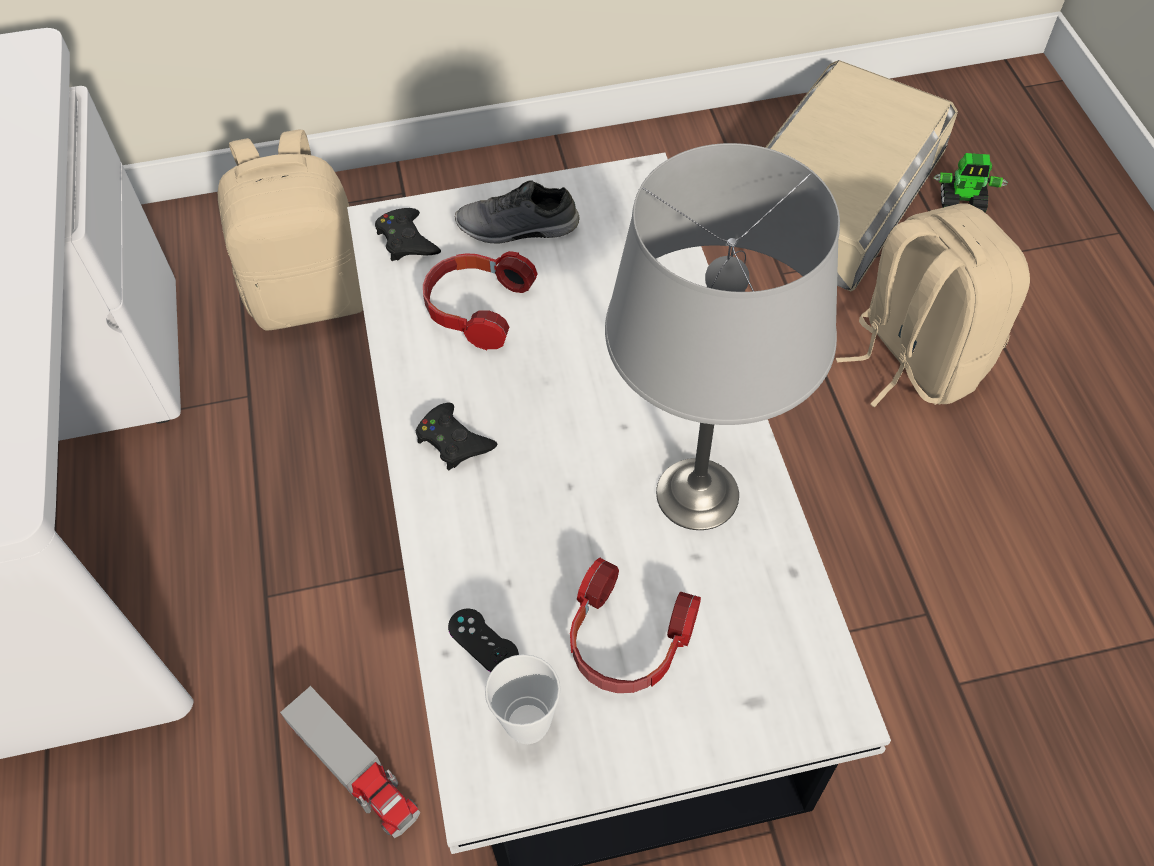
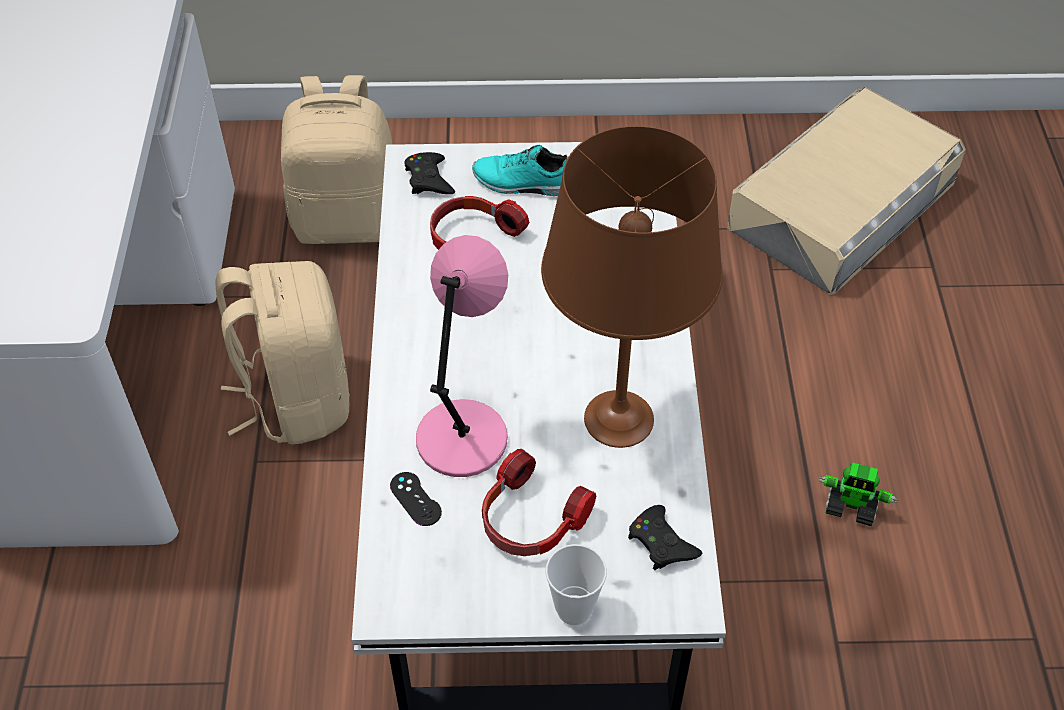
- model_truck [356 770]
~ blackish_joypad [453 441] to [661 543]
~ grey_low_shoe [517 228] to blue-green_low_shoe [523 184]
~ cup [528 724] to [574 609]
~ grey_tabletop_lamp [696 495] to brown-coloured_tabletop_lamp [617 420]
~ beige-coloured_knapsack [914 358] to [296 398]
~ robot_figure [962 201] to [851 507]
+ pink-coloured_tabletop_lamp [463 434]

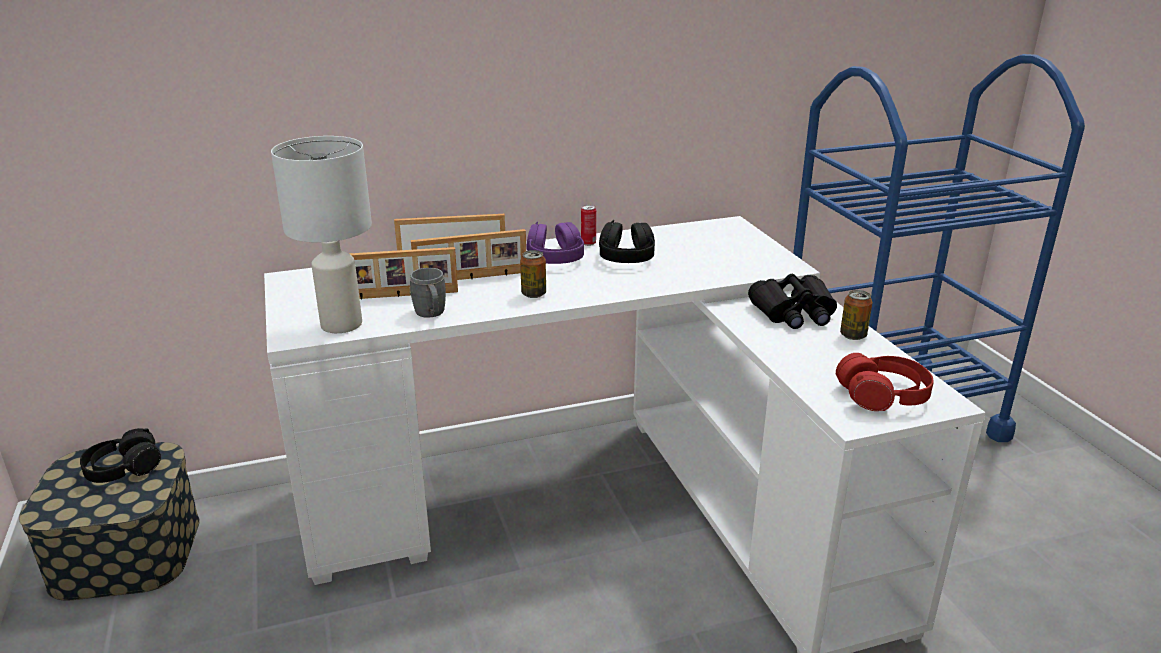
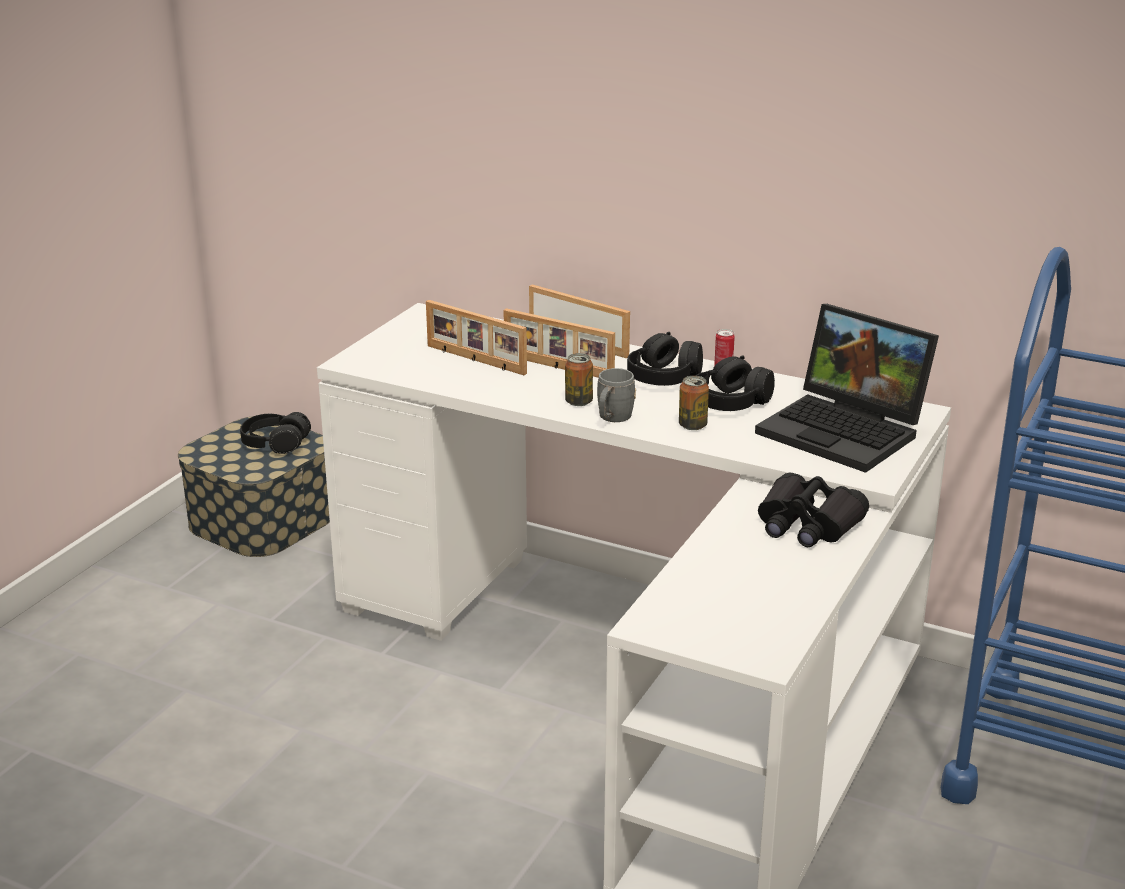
- white-coloured_tabletop_lamp [341 323]
~ grey_coffee_mug [431 314] to [612 419]
~ purplish_pair_of_headphones [555 257] to blackish_pair_of_headphones [664 377]
- reddish_pair_of_headphones [883 396]
~ can [853 335] to [692 425]
+ laptop [846 431]

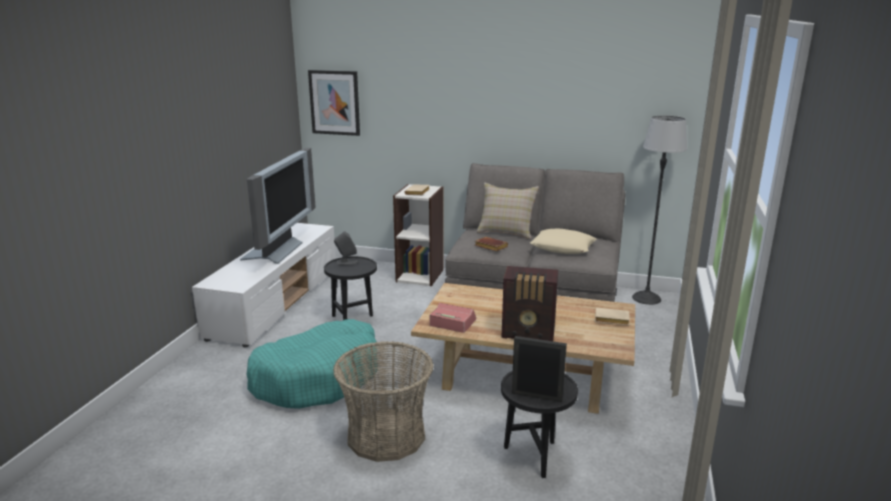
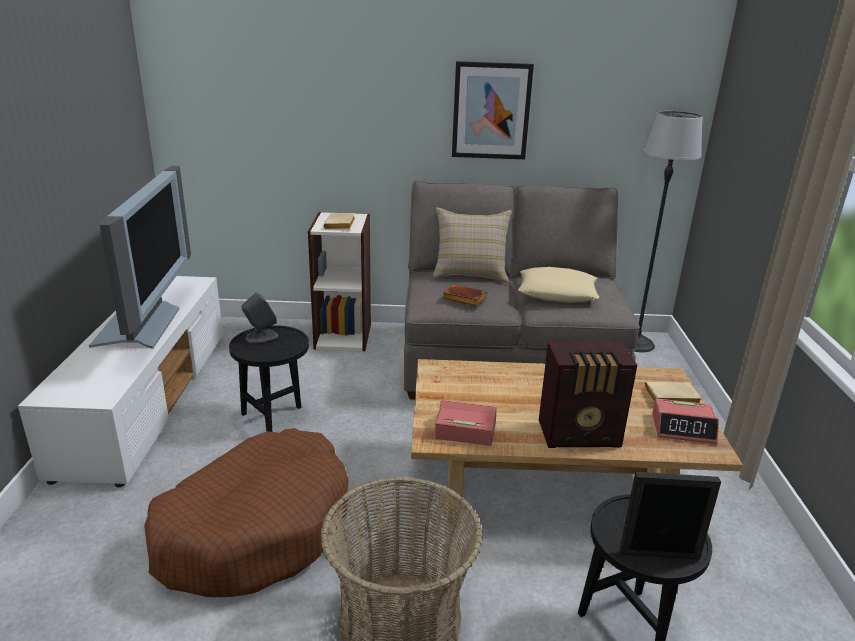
~ blue-green_pet_bed [318 377] to brown-coloured_pet_bed [255 528]
~ picture [334 102] to [491 111]
+ alarm_clock [683 428]

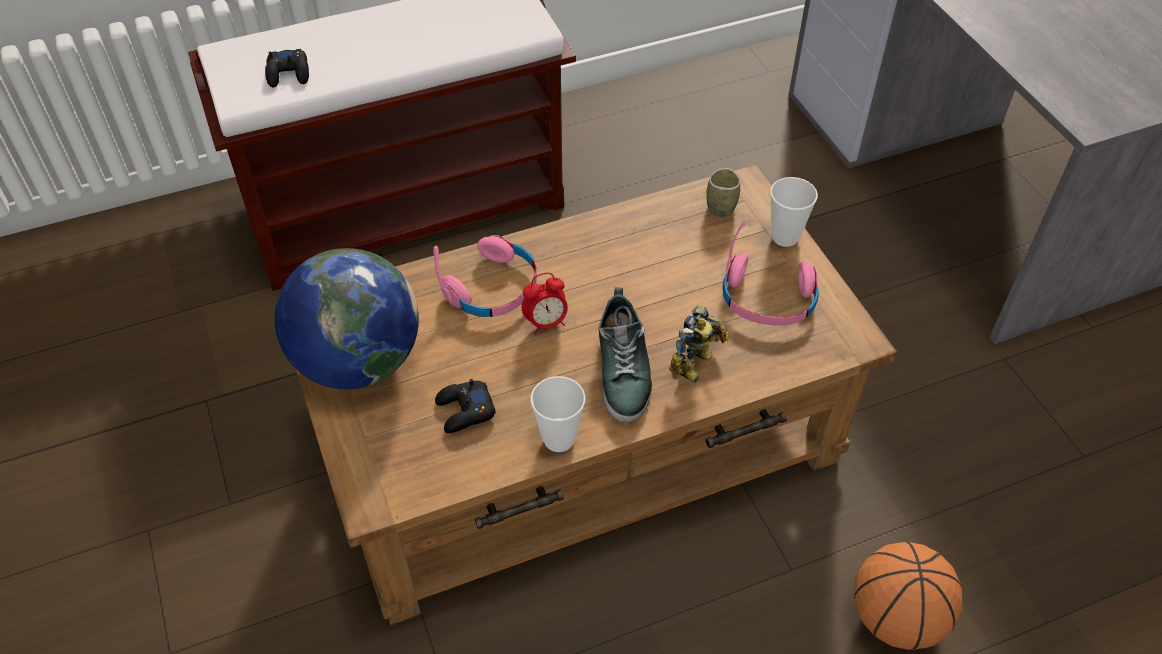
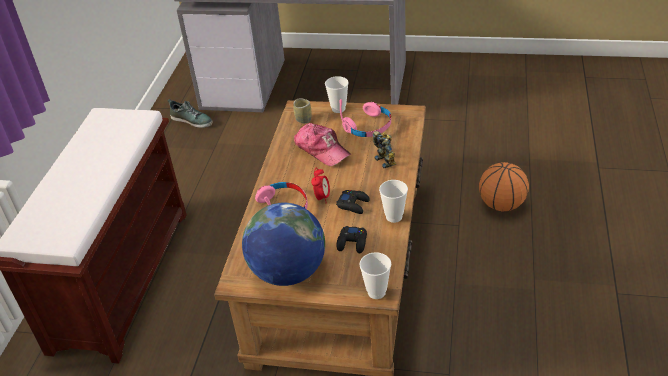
~ blackish_joypad [289 73] to [353 204]
~ low_shoe [624 371] to [192 120]
+ peaked_cap [322 149]
+ cup [376 292]

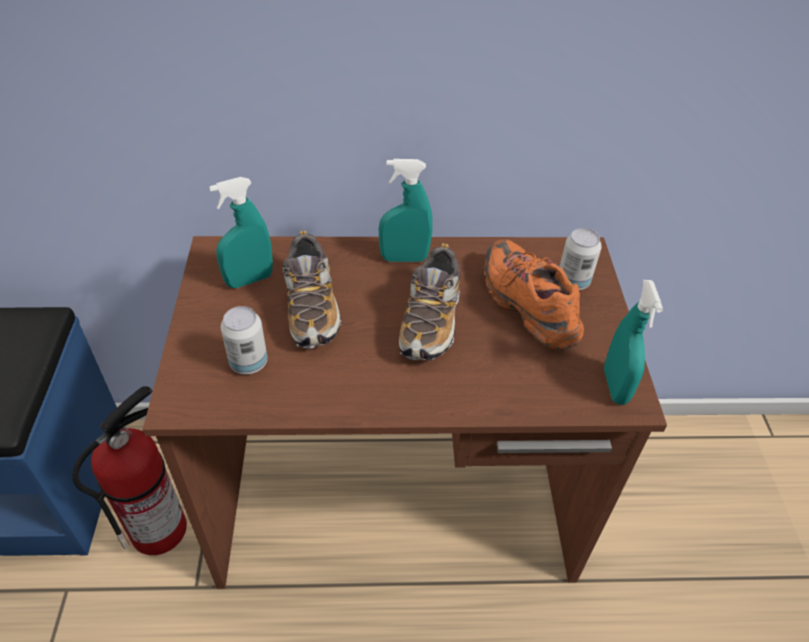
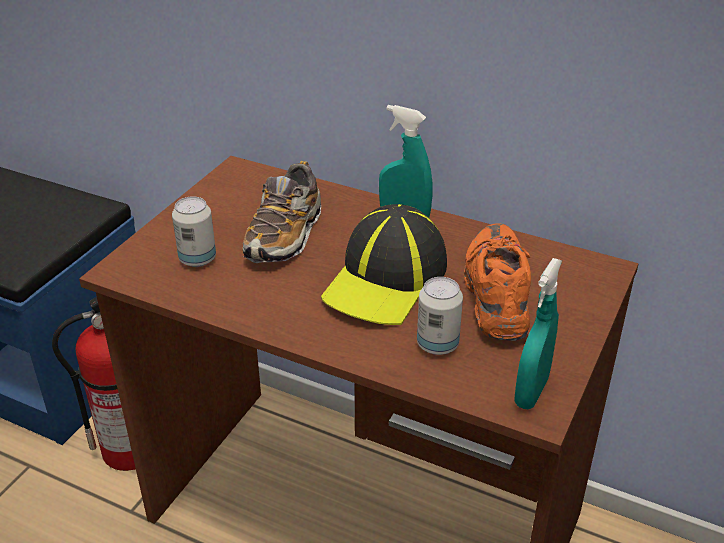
- blue-green_hand_sprayer [249 280]
~ low_shoe [431 321] to peaked_cap [386 278]
~ can [573 281] to [437 345]

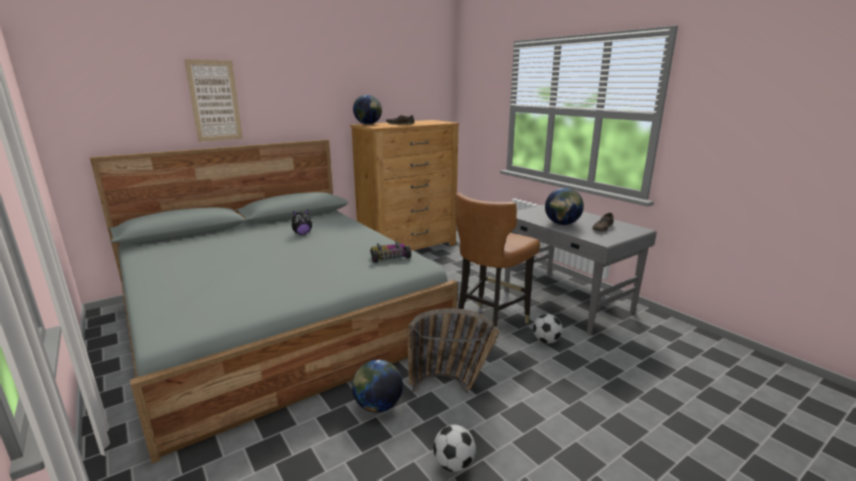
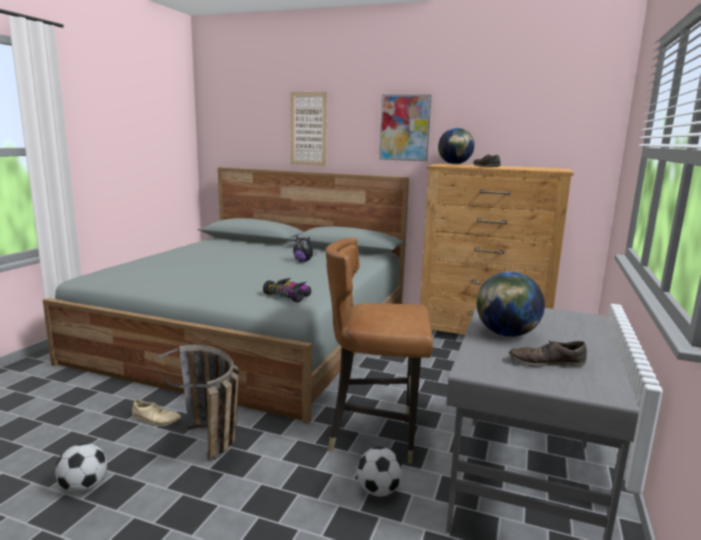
~ desk_globe [378 406] to beige-coloured_low_shoe [156 419]
+ picture [405 128]

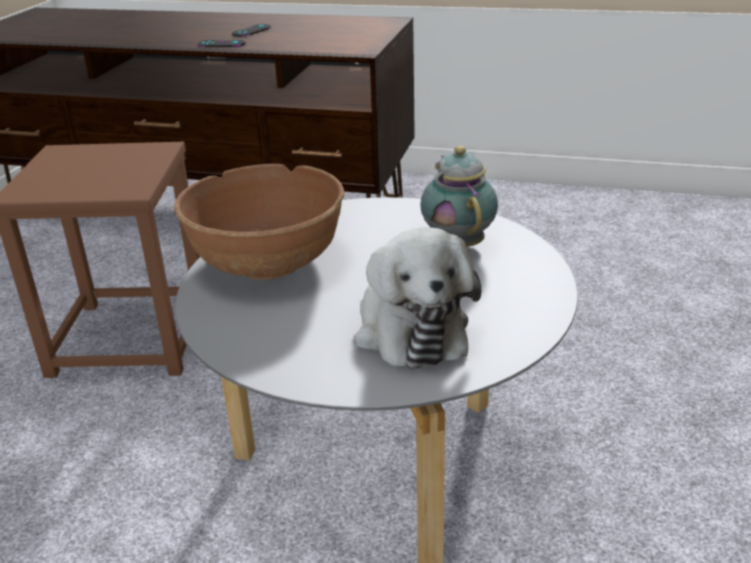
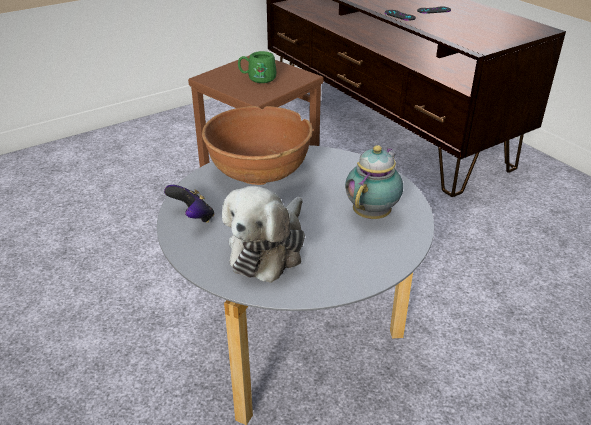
+ joypad [193 217]
+ green-coloured_coffee_mug [257 79]

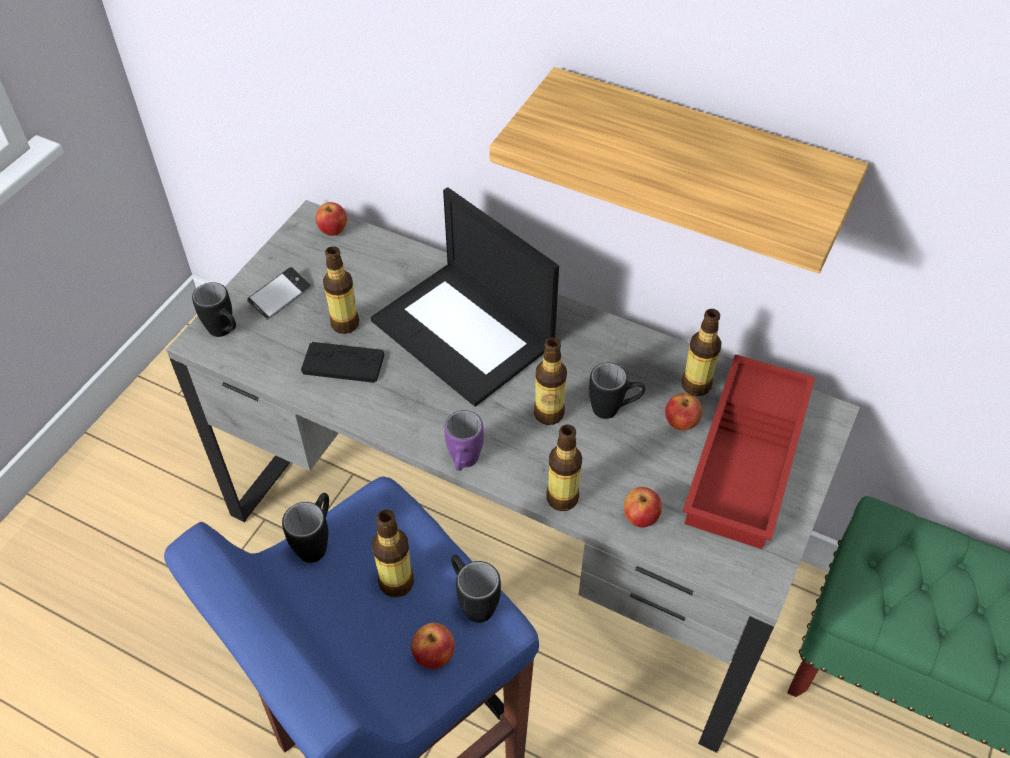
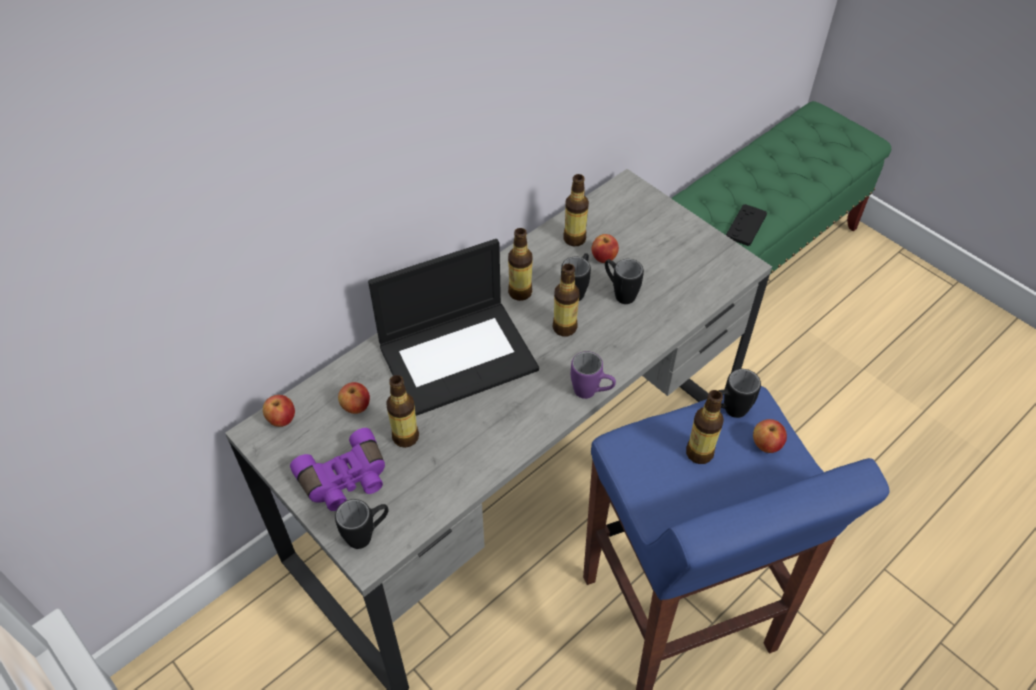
~ telephone [280 297] to purplish_pair_of_binoculars [345 480]
~ blackish_coffee_mug [317 541] to [619 293]
~ blackish_joypad [343 363] to [746 226]
- shelf [695 159]
~ drink_bottle [562 498] to [520 292]
~ apple_fruit [640 517] to [356 407]
- reddish_serving_tray [749 459]

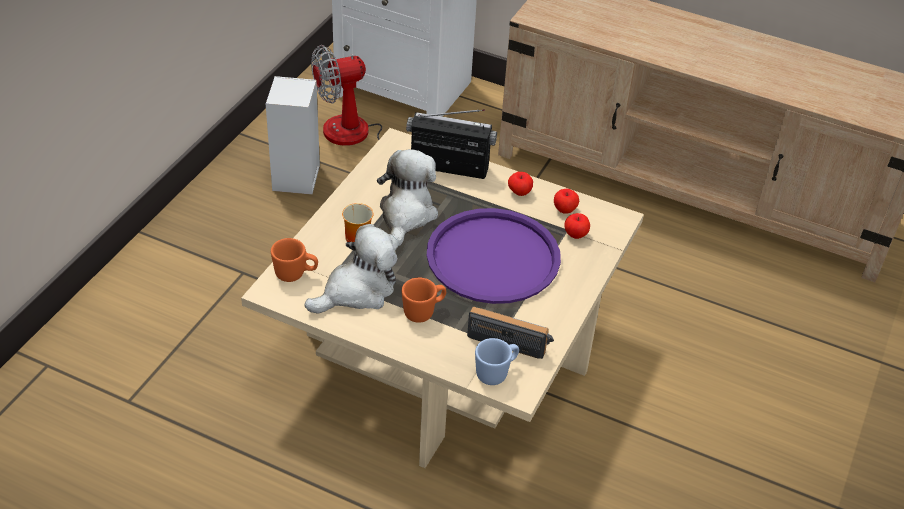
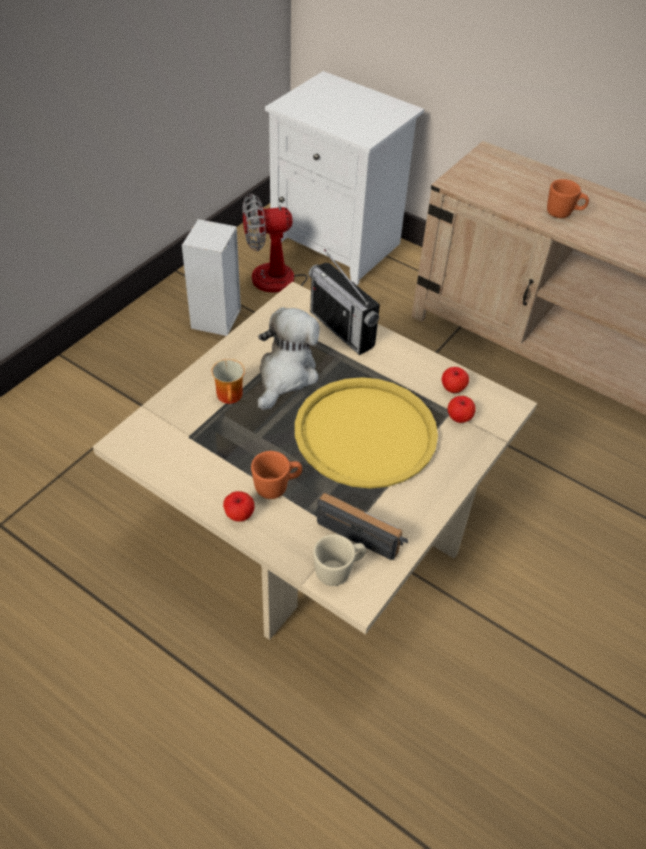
~ orange-coloured_coffee_mug [295 274] to [563 214]
- plush_toy [357 291]
~ radio [449 167] = [342 329] 150 degrees counterclockwise
~ purplish_serving_tray [493 257] to yellowish_serving_tray [365 433]
~ bluish_coffee_mug [496 373] to beige-coloured_coffee_mug [339 571]
~ apple_fruit [519 192] to [239 514]

